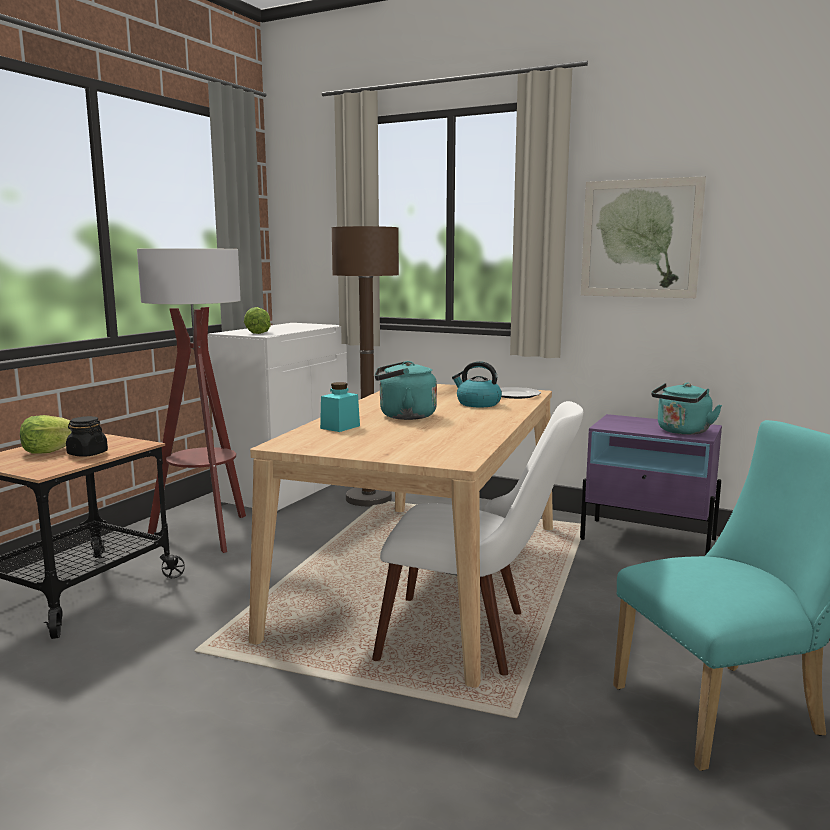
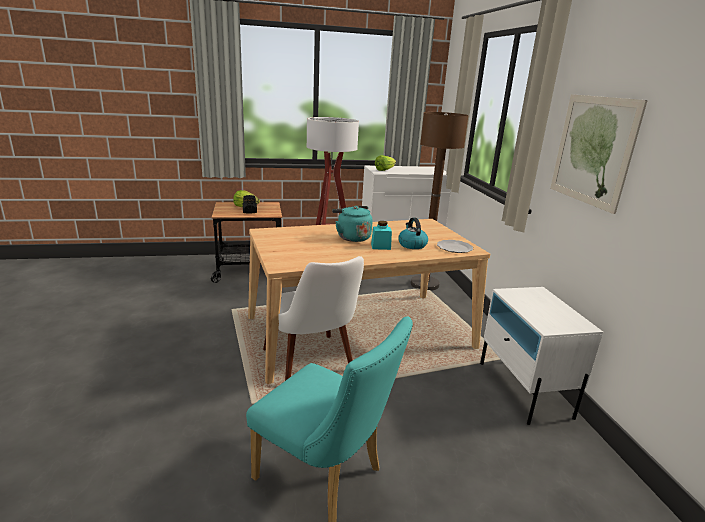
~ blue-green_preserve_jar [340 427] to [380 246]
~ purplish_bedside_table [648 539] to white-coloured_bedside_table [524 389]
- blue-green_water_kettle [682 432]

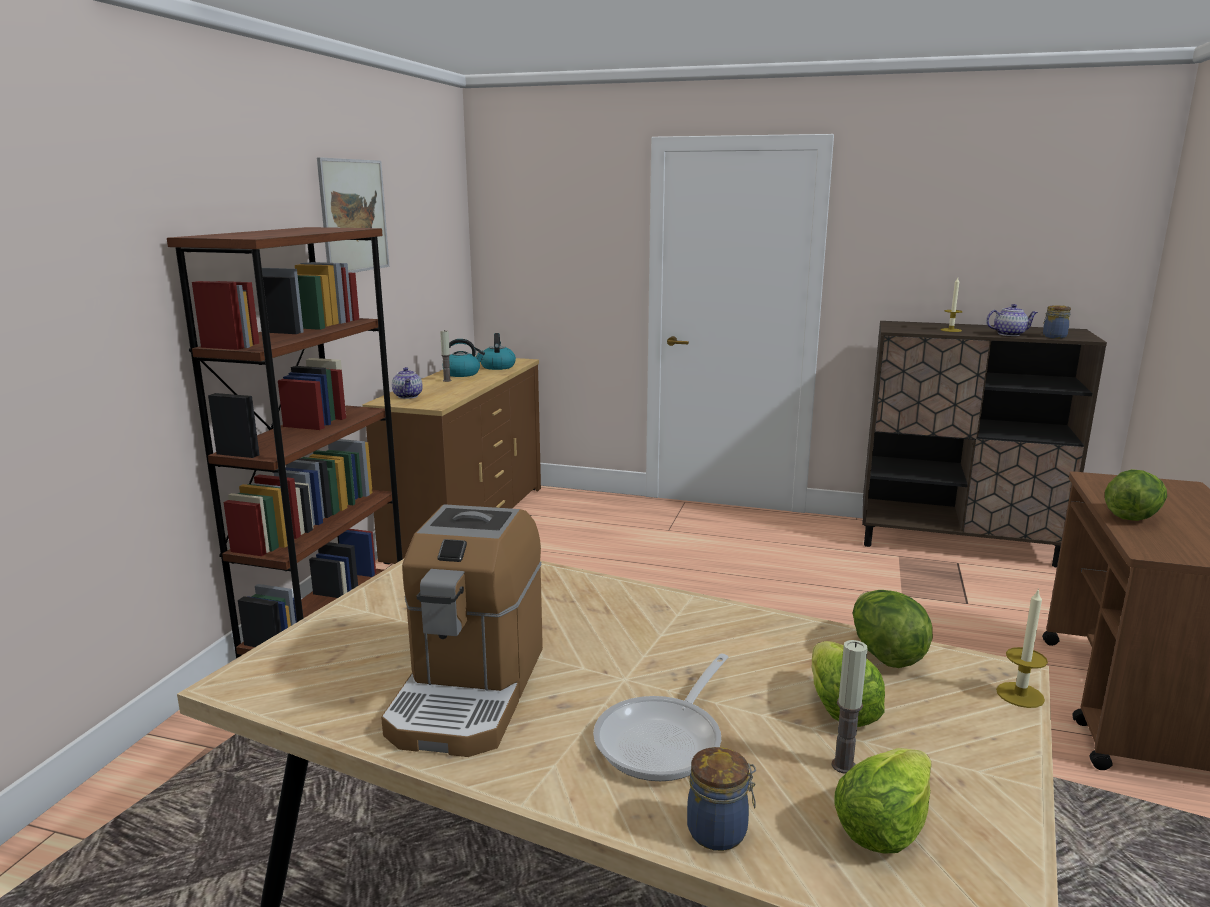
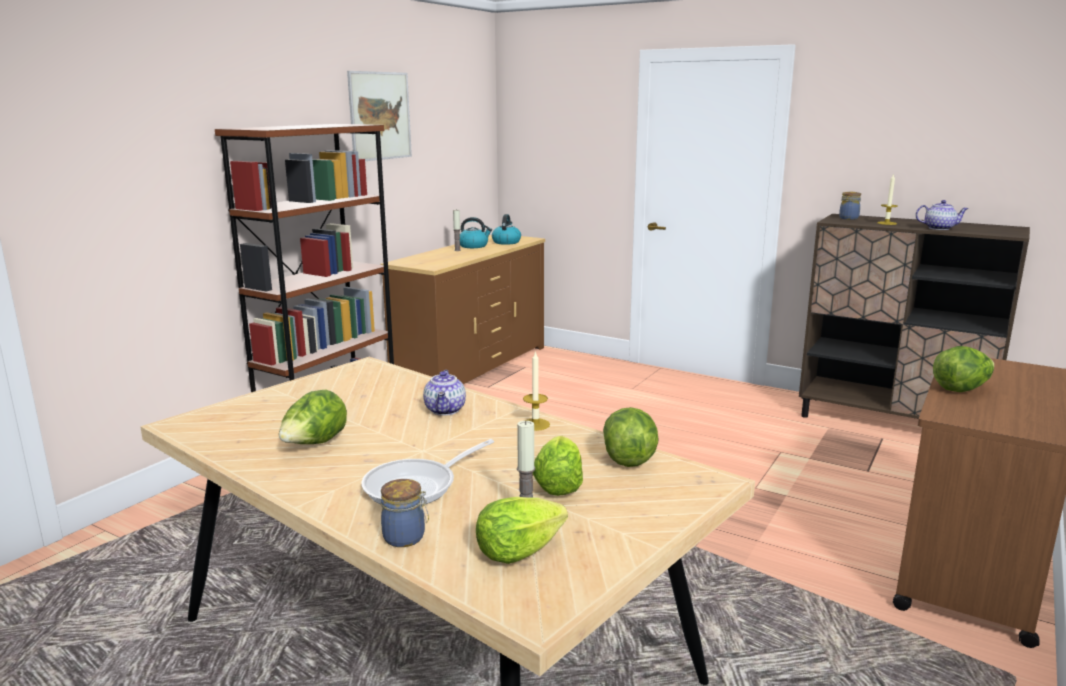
~ coffee_machine [469 690] to head_of_lettuce [314 444]
~ pot_for_tea [408 396] to [446 410]
~ wax_candle [1020 695] to [535 424]
~ preserve_jar [1053 336] to [848 218]

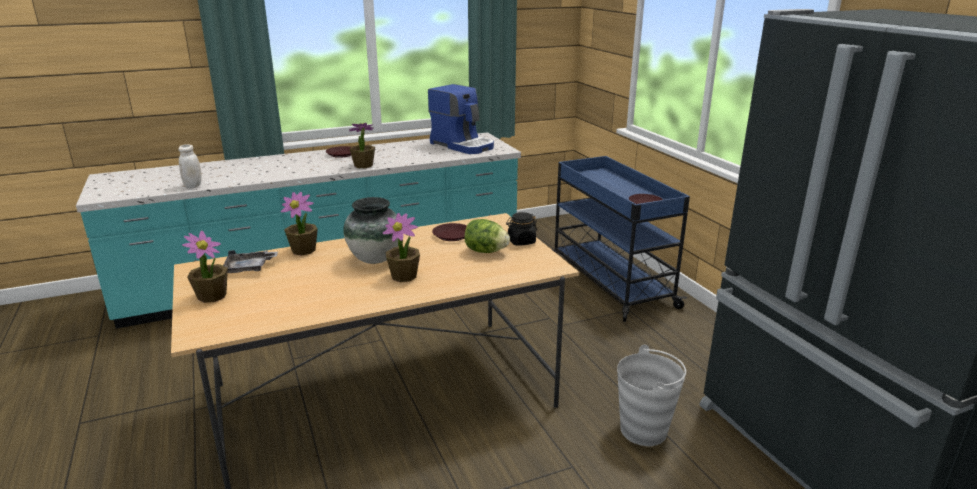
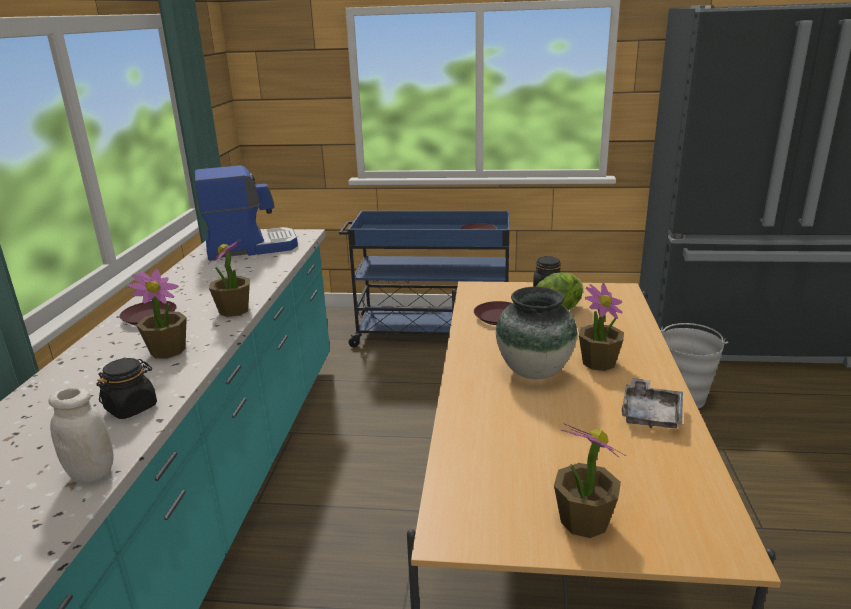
~ grey_serving_tray [249 268] to [650 413]
~ plant_in_a_pot [303 250] to [168 350]
+ blackish_preserve_jar [131 407]

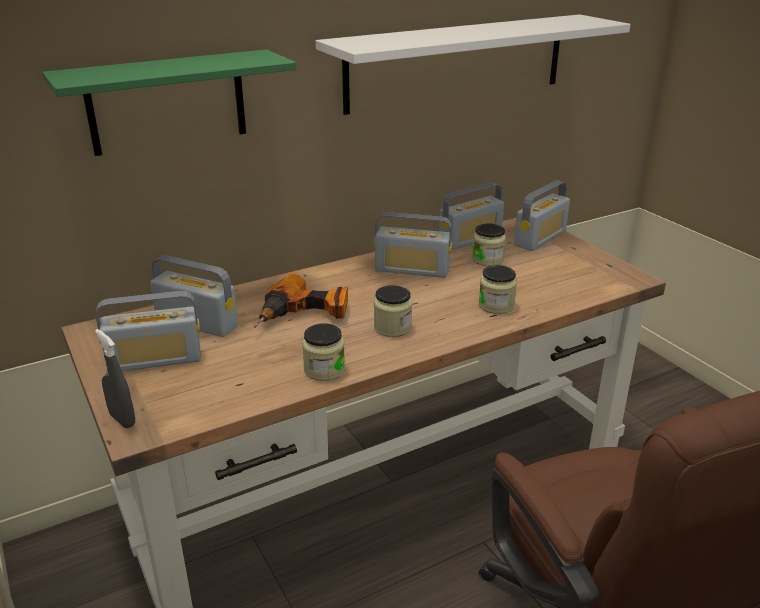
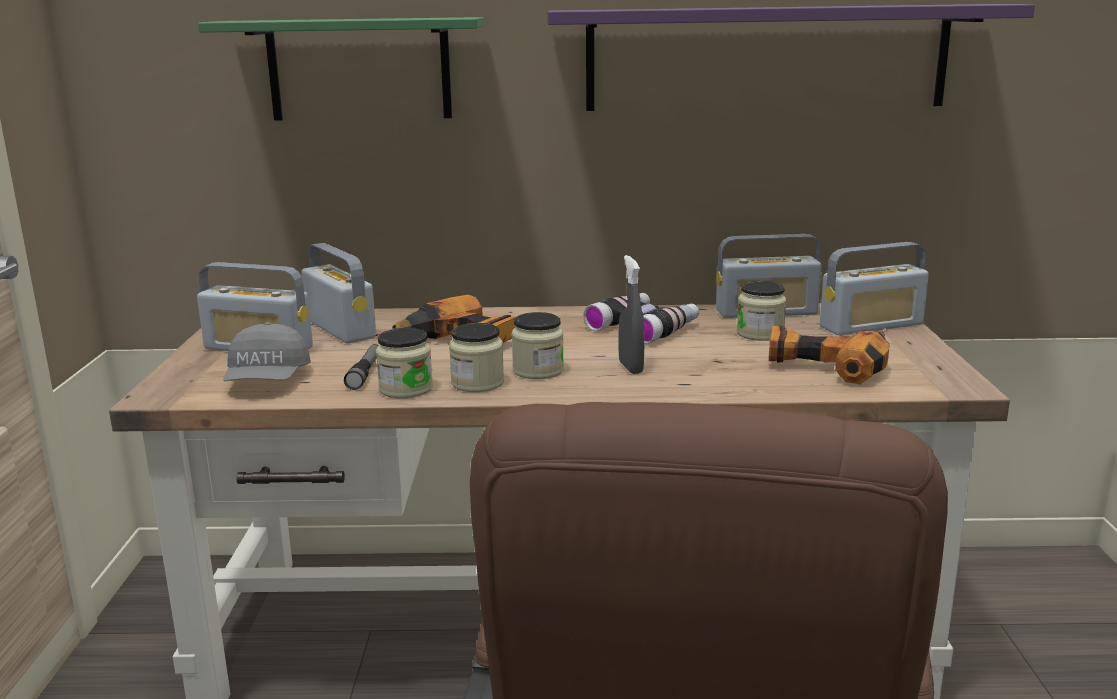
~ grey_hand_sprayer [122 419] to [630 368]
~ white-coloured_shelf [457 62] to purplish_shelf [766 58]
~ radio [412 270] to pair_of_binoculars [644 327]
~ preserve_jar [496 306] to [477 383]
+ grey_peaked_cap [267 380]
+ torch [365 373]
+ electric_drill [827 362]

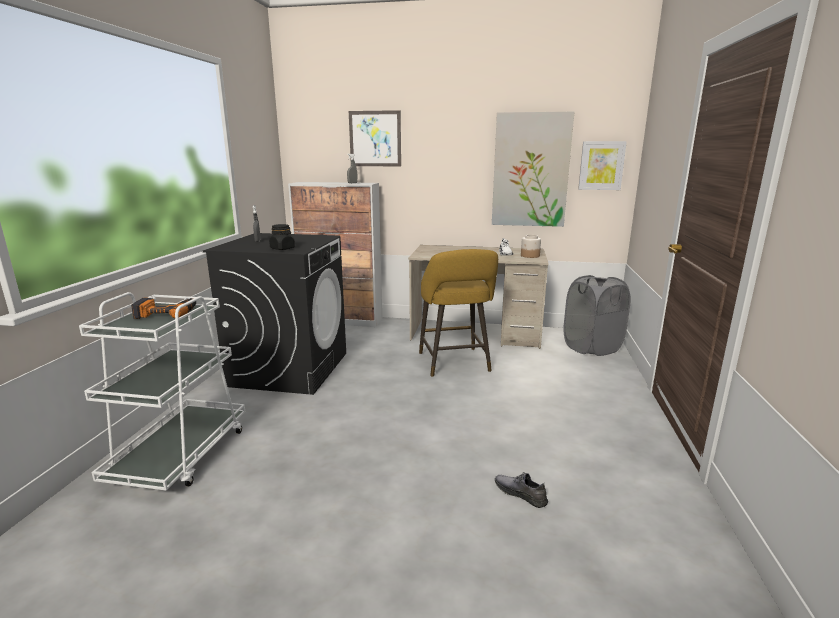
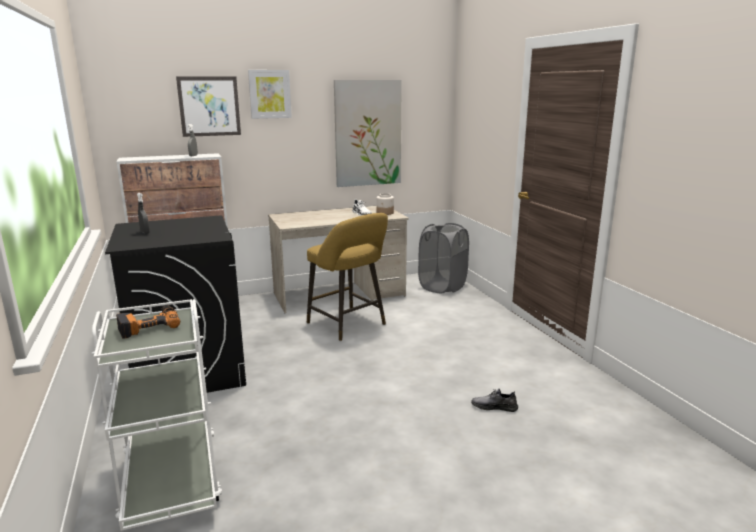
- blackish_preserve_jar [282 248]
~ picture [601 165] to [269 94]

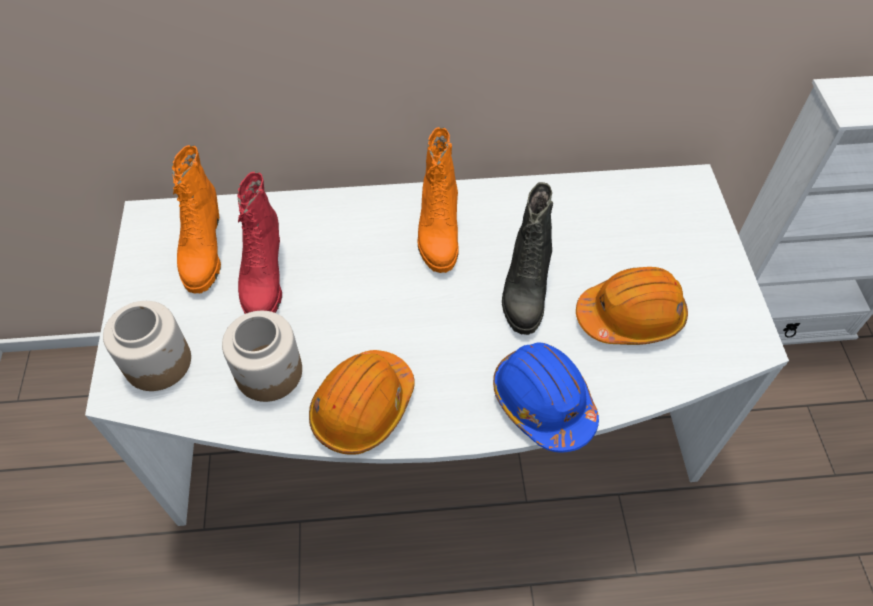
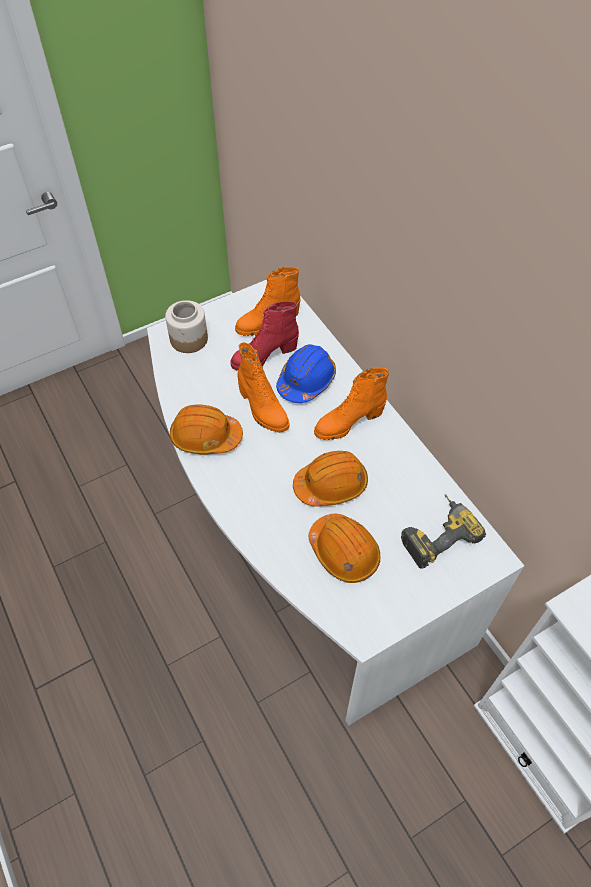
- preserve_jar [270 372]
~ bluish_hard_hat [543 402] to [306 381]
~ blackish_tall_boot [524 289] to orange-coloured_hard_hat [331 485]
+ orange-coloured_tall_boot [262 409]
+ electric_drill [436 534]

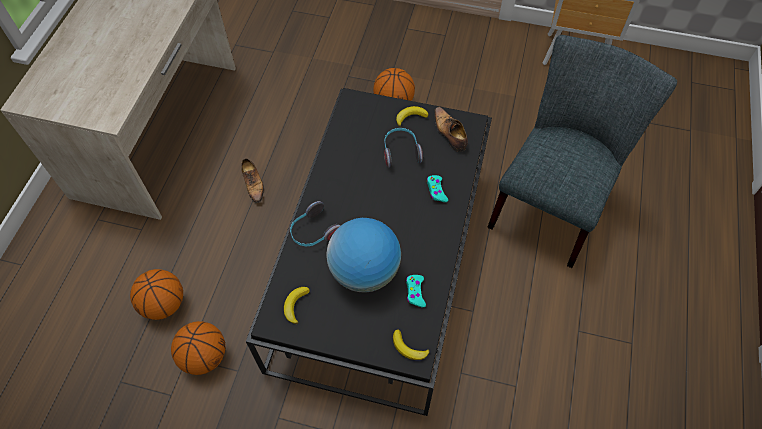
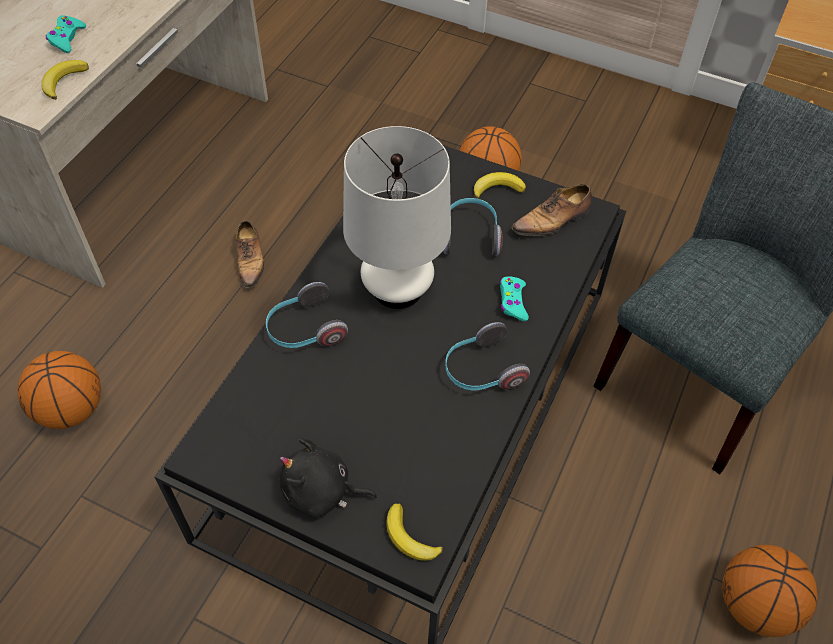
~ ball_for_basketball [204 356] to [754 605]
~ whole_banana [295 305] to [63 81]
- desk_globe [364 271]
~ blue-green_joypad [415 292] to [67 39]
~ low_shoe [449 133] = [553 220] 105 degrees counterclockwise
+ blackish_plush_toy [321 492]
+ white-coloured_tabletop_lamp [397 289]
+ pair_of_headphones [481 370]

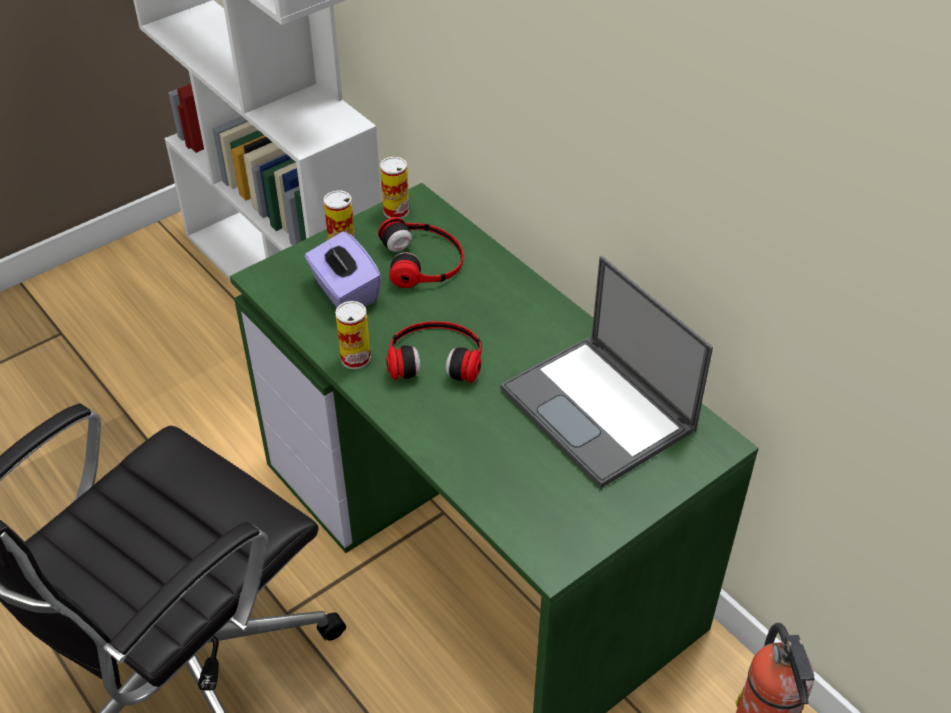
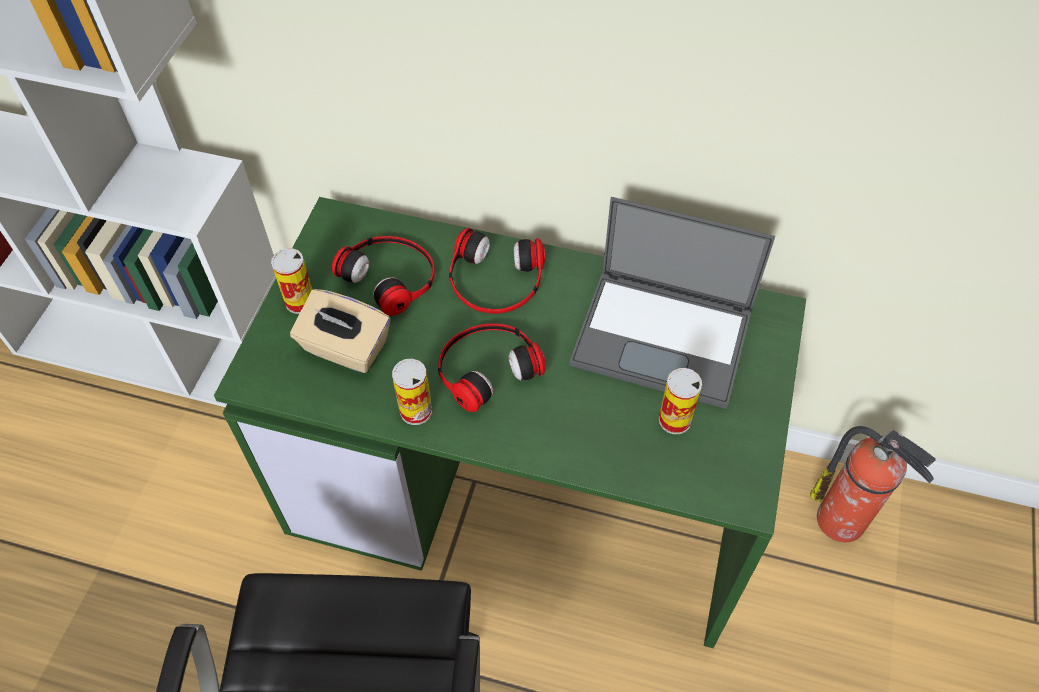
~ purplish_box_of_tissues [344 291] to beige-coloured_box_of_tissues [345 348]
~ can [396 211] to [675 420]
+ pair_of_headphones [495 280]

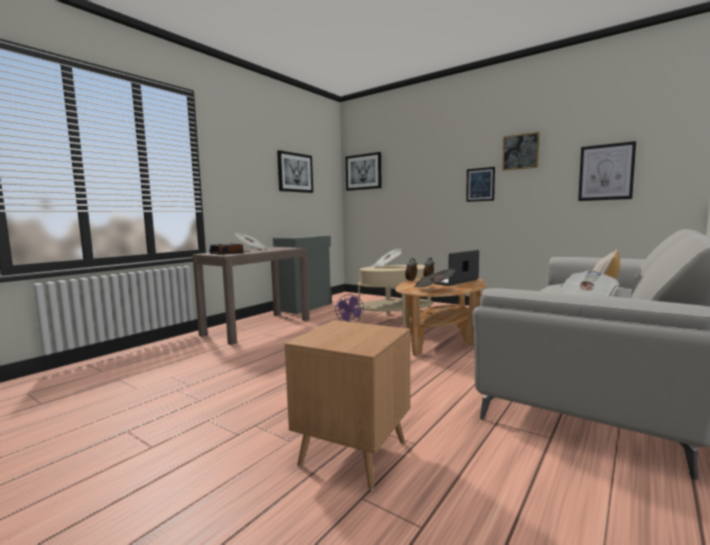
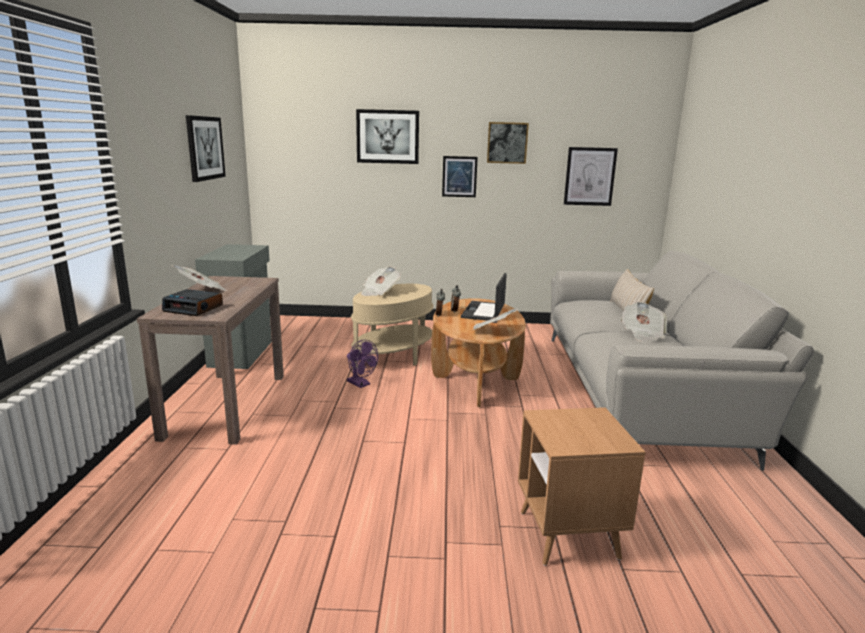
~ picture [363 172] to [387 136]

